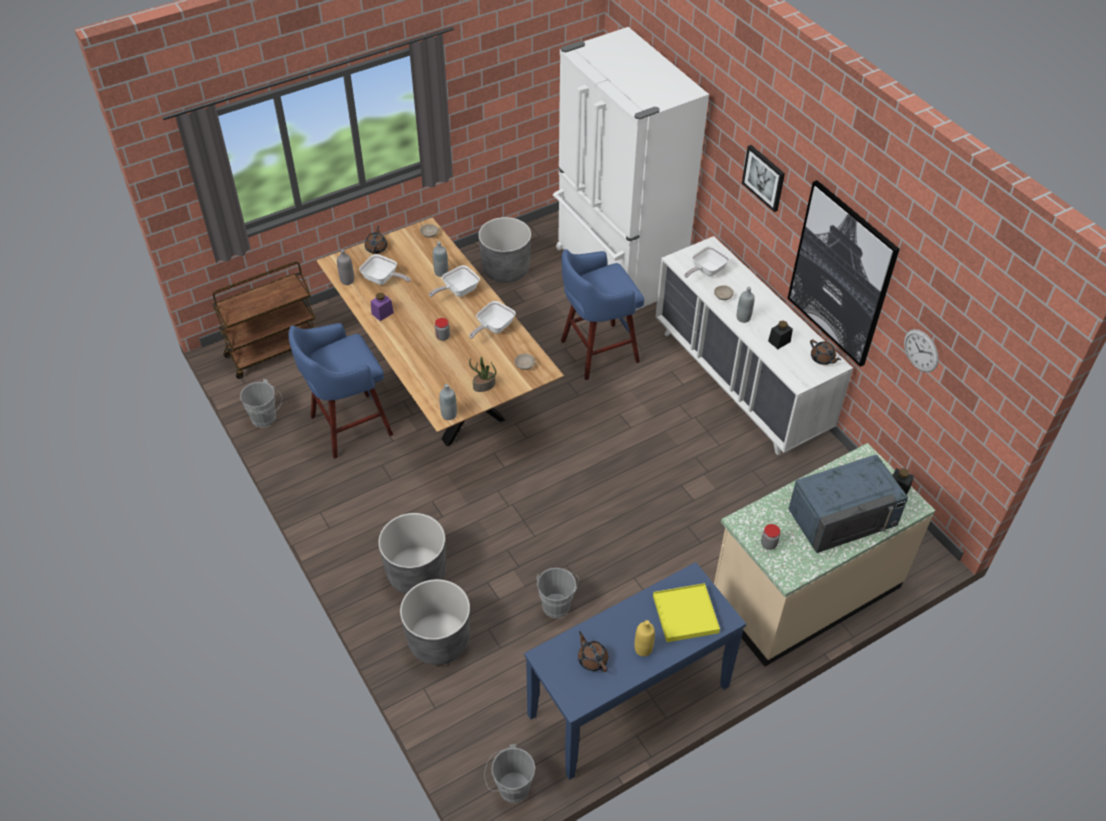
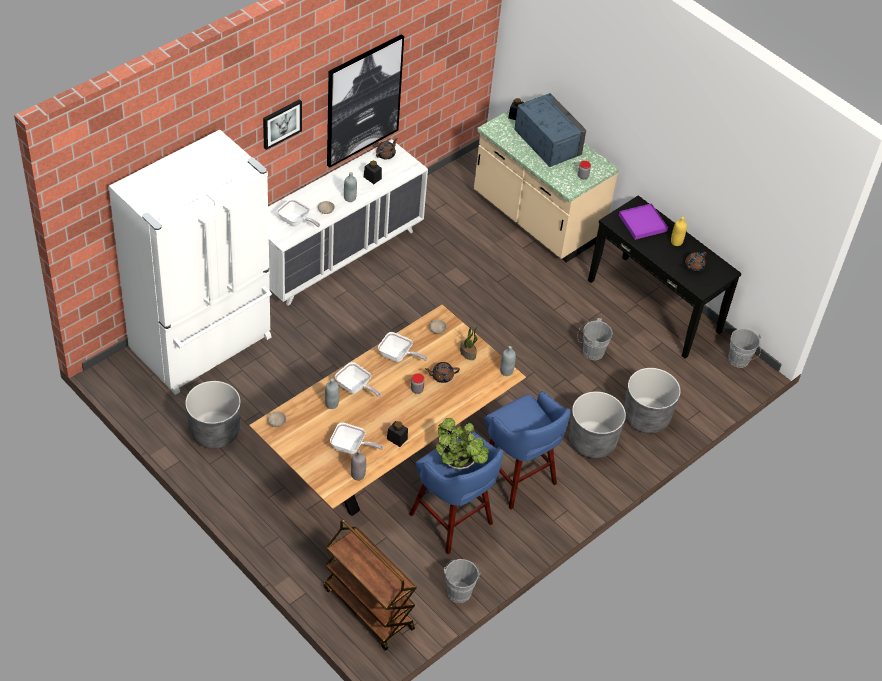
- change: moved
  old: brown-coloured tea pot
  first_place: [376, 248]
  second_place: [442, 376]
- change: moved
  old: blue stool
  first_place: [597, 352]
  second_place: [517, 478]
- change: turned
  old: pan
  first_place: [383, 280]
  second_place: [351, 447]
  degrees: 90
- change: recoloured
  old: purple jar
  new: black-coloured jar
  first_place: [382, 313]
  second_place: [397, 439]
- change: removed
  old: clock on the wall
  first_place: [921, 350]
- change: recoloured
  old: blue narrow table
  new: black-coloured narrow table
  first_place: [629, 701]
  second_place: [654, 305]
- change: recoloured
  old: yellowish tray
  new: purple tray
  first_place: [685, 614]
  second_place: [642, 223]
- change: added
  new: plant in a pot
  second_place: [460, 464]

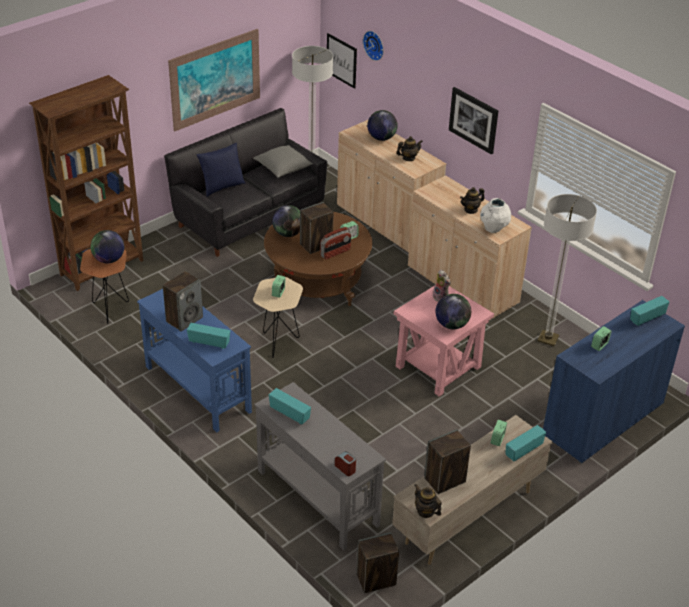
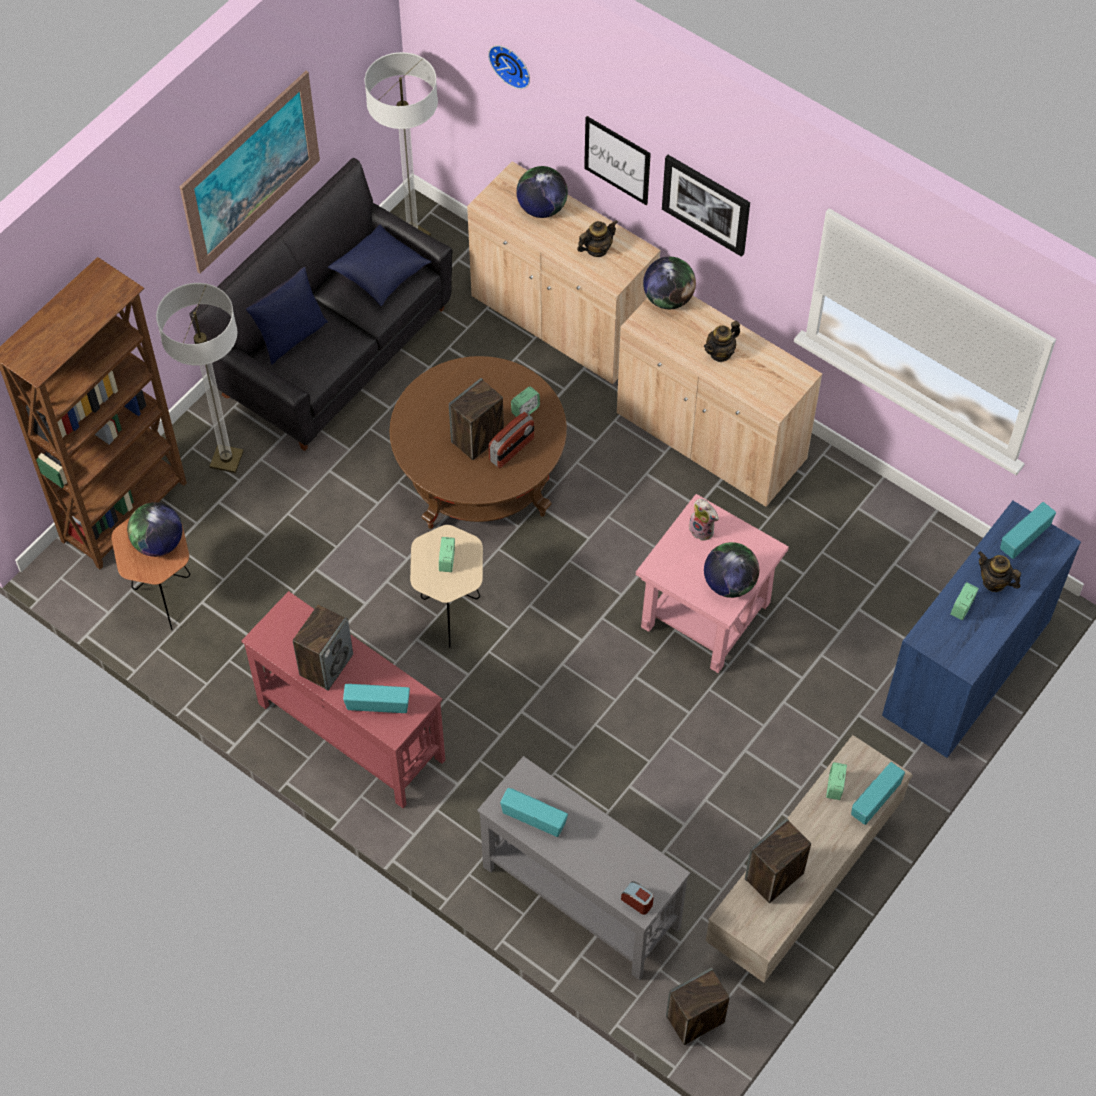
- change: moved
  old: wall picture
  first_place: [341, 60]
  second_place: [617, 160]
- change: recoloured
  old: greyish throw pillow
  new: blue throw pillow
  first_place: [283, 169]
  second_place: [381, 274]
- change: moved
  old: floor lamp
  first_place: [548, 339]
  second_place: [226, 459]
- change: removed
  old: white flower vase
  first_place: [493, 229]
- change: moved
  old: globe
  first_place: [288, 234]
  second_place: [668, 298]
- change: recoloured
  old: blue narrow table
  new: red-coloured narrow table
  first_place: [197, 388]
  second_place: [351, 730]
- change: moved
  old: tea pot
  first_place: [426, 511]
  second_place: [994, 582]

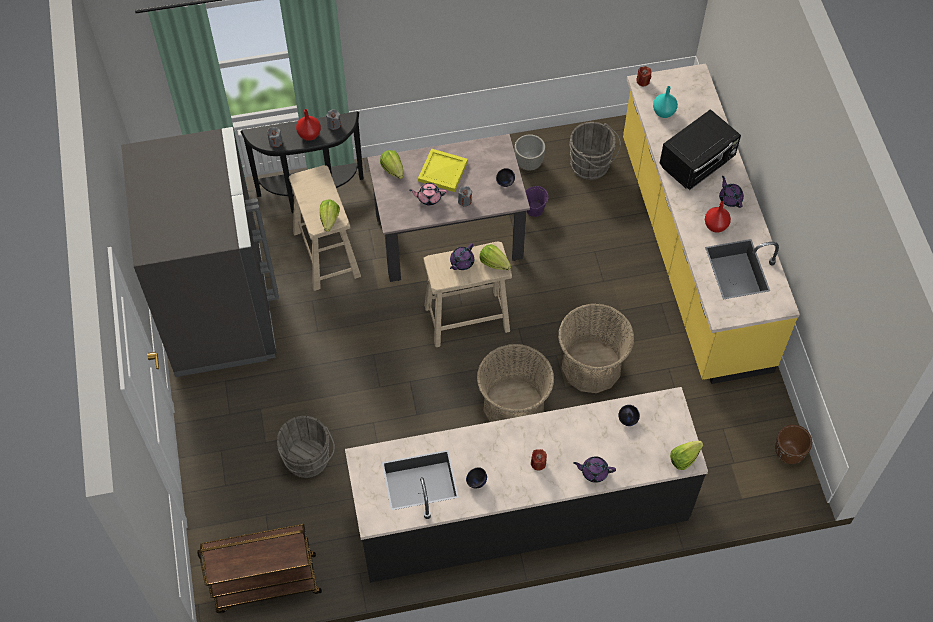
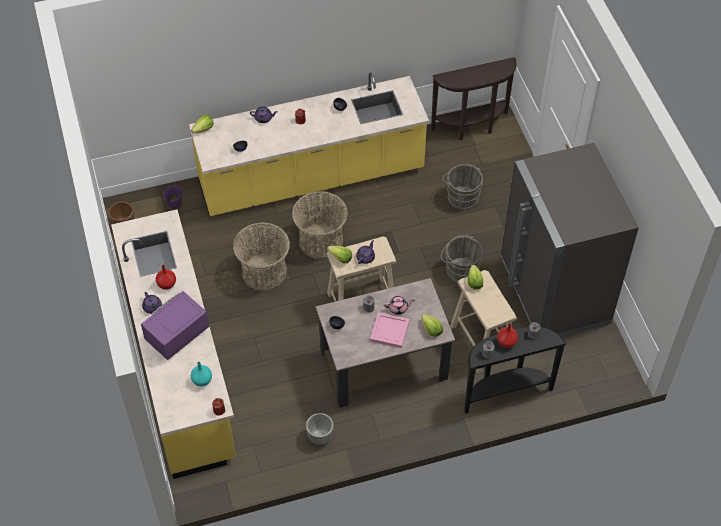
- change: recoloured
  old: black-coloured kitchen microwave
  new: purple kitchen microwave
  first_place: [697, 163]
  second_place: [176, 336]
- change: moved
  old: greyish pail
  first_place: [592, 166]
  second_place: [460, 269]
- change: recoloured
  old: yellowish tray
  new: pink tray
  first_place: [442, 171]
  second_place: [390, 331]
- change: moved
  old: purple pail
  first_place: [534, 209]
  second_place: [174, 203]
- change: recoloured
  old: black-coloured kitchen counter
  new: yellowish kitchen counter
  first_place: [521, 511]
  second_place: [311, 178]
- change: replaced
  old: brown-coloured cart
  new: brown-coloured narrow table
  first_place: [265, 584]
  second_place: [472, 128]

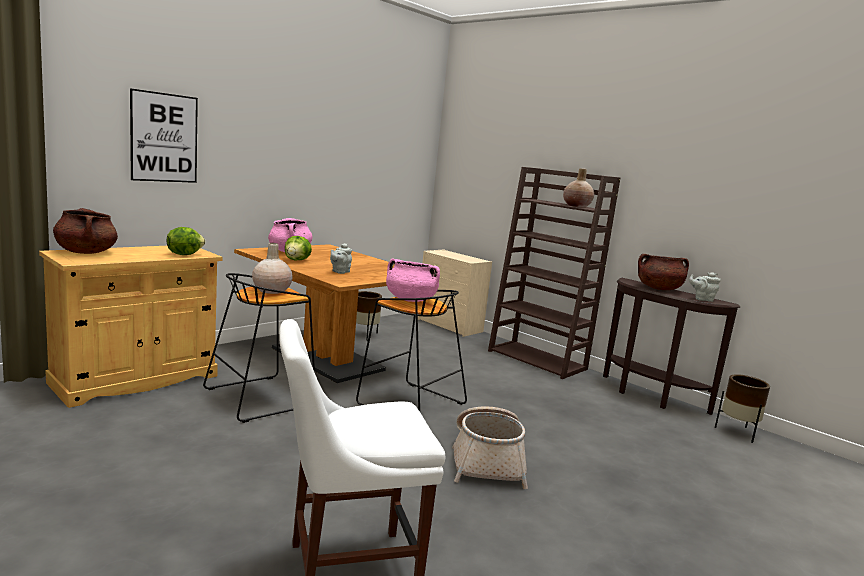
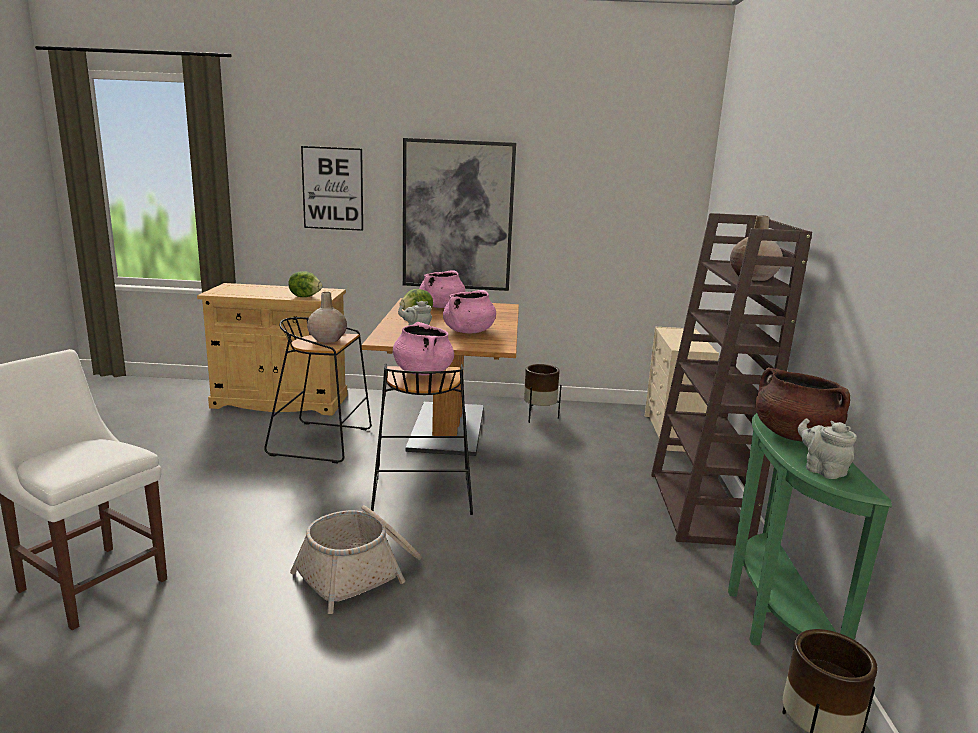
- change: removed
  old: brown-coloured stockpot
  first_place: [86, 252]
- change: recoloured
  old: brown-coloured narrow table
  new: green narrow table
  first_place: [649, 397]
  second_place: [769, 620]
- change: added
  new: wall picture
  second_place: [457, 216]
- change: added
  new: pink stockpot
  second_place: [468, 331]

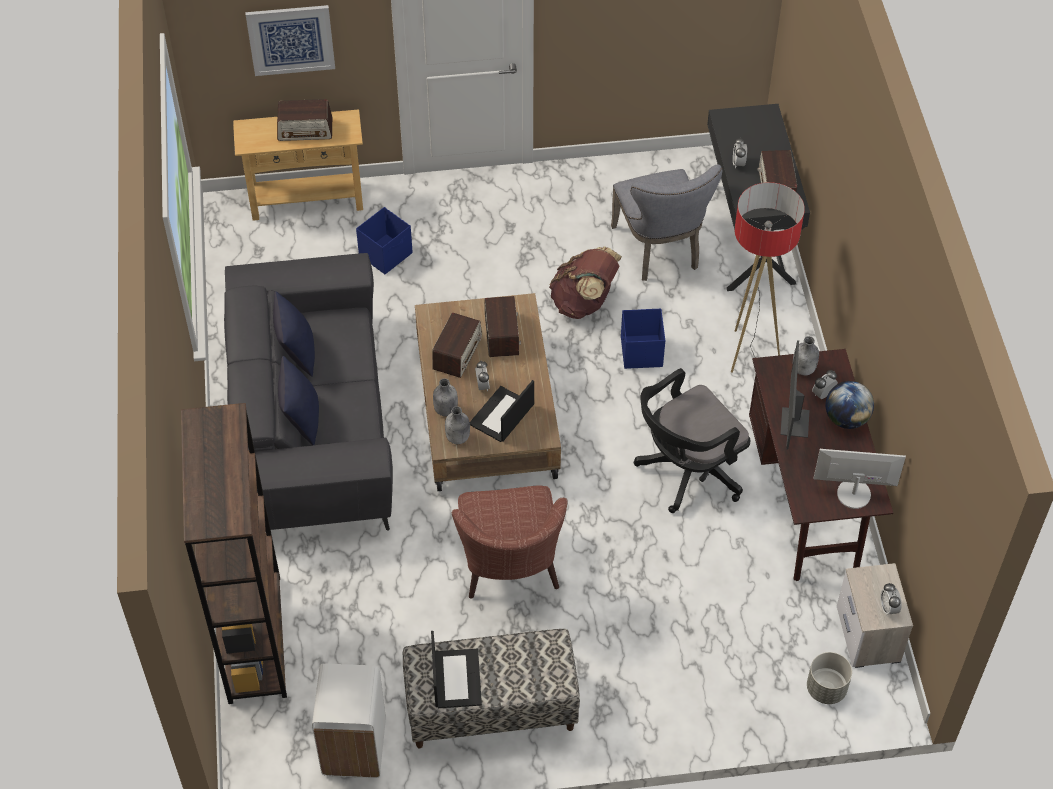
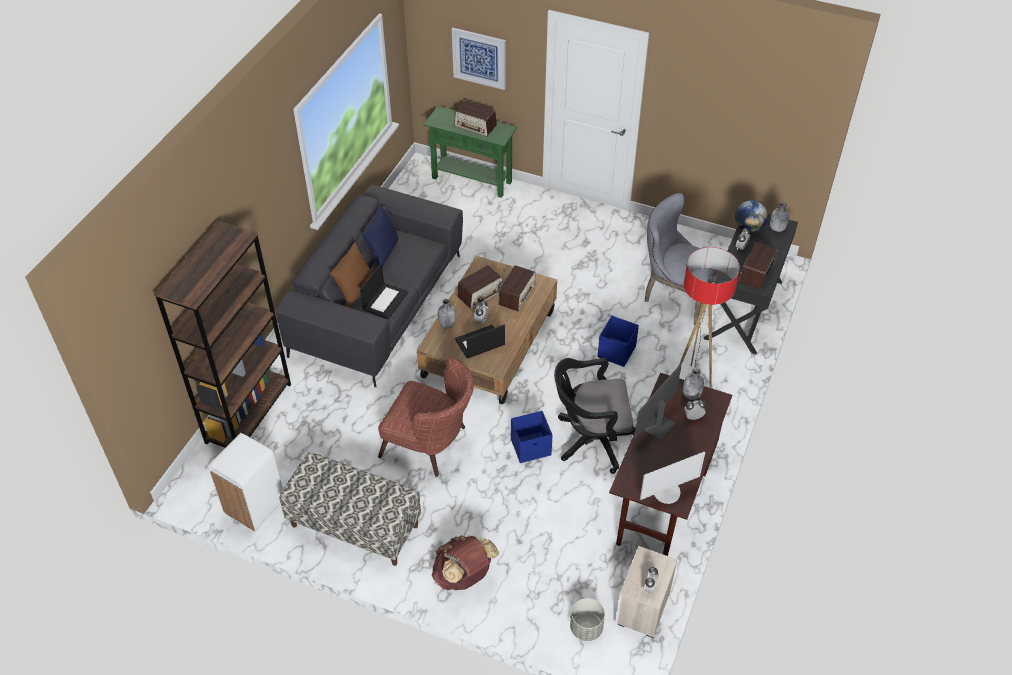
- change: recoloured
  old: beige-coloured narrow table
  new: green narrow table
  first_place: [307, 201]
  second_place: [472, 180]
- change: turned
  old: greyish upright chair
  first_place: [660, 251]
  second_place: [674, 296]
  degrees: 105
- change: moved
  old: blue storage container
  first_place: [386, 254]
  second_place: [531, 447]
- change: moved
  old: brown-coloured knapsack
  first_place: [584, 303]
  second_place: [464, 576]
- change: recoloured
  old: blue throw pillow
  new: brown-coloured throw pillow
  first_place: [301, 420]
  second_place: [354, 291]
- change: moved
  old: globe
  first_place: [846, 419]
  second_place: [748, 228]
- change: moved
  old: greyish drink bottle
  first_place: [458, 438]
  second_place: [777, 229]
- change: turned
  old: computer screen
  first_place: [853, 493]
  second_place: [667, 492]
  degrees: 120
- change: turned
  old: brown-coloured armchair
  first_place: [509, 569]
  second_place: [431, 445]
  degrees: -90
- change: moved
  old: laptop
  first_place: [456, 678]
  second_place: [385, 300]

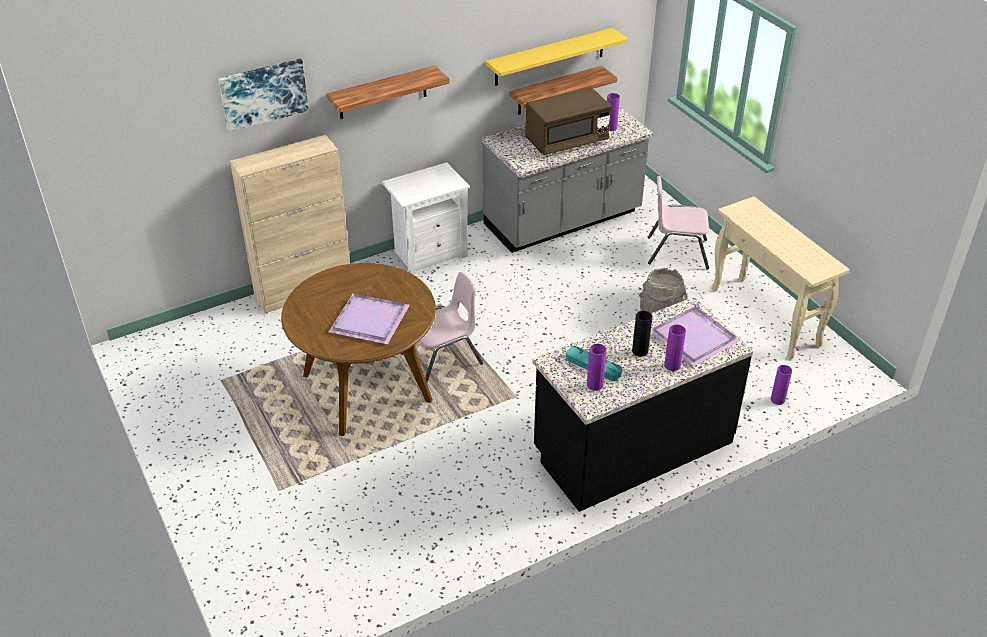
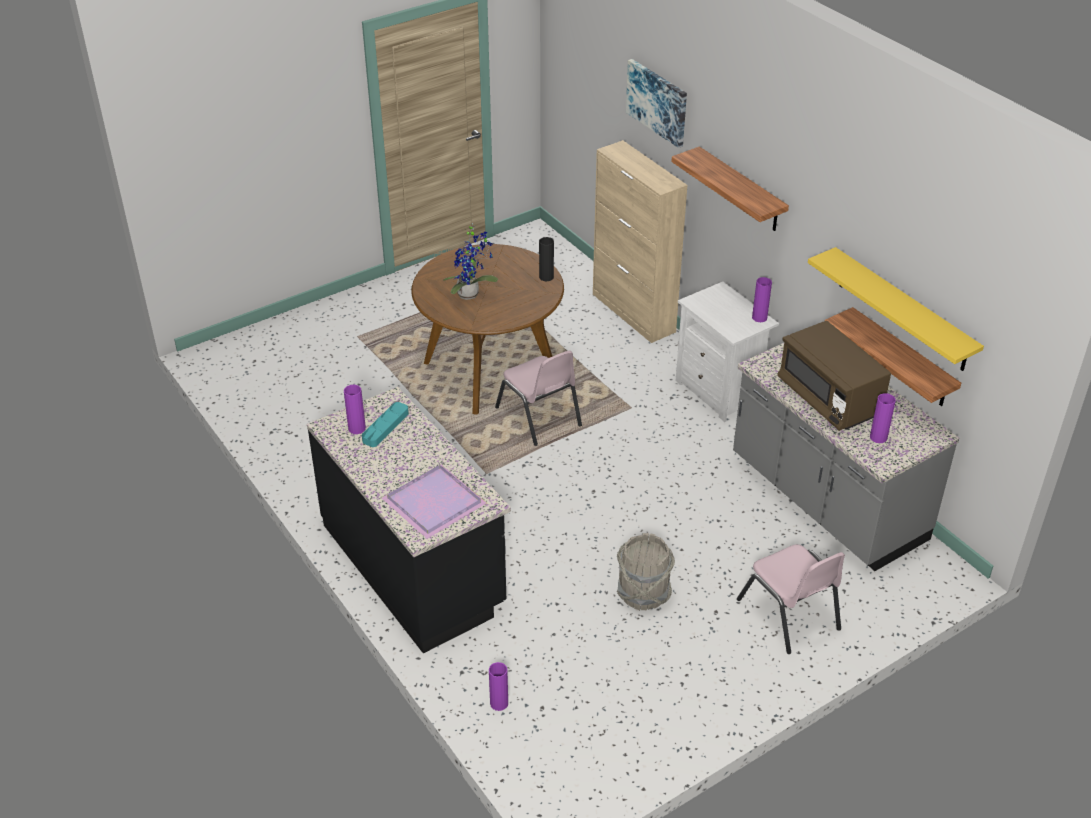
- change: turned
  old: pink upright chair
  first_place: [677, 252]
  second_place: [789, 614]
  degrees: 150
- change: removed
  old: beige-coloured narrow table
  first_place: [765, 317]
- change: replaced
  old: purple tray
  new: plant in a pot
  first_place: [371, 320]
  second_place: [471, 294]
- change: moved
  old: black-coloured flower vase
  first_place: [640, 351]
  second_place: [546, 277]
- change: moved
  old: purple flower vase
  first_place: [672, 365]
  second_place: [759, 318]

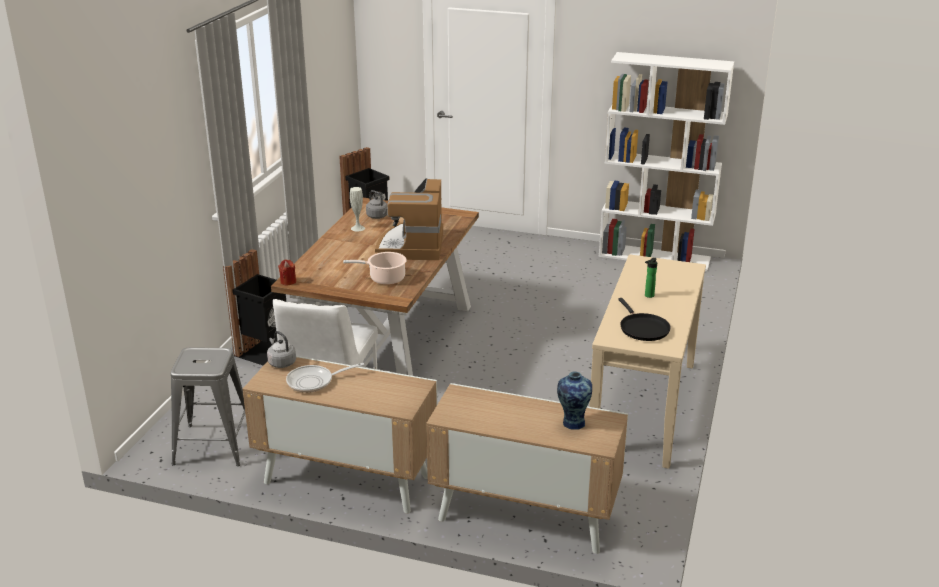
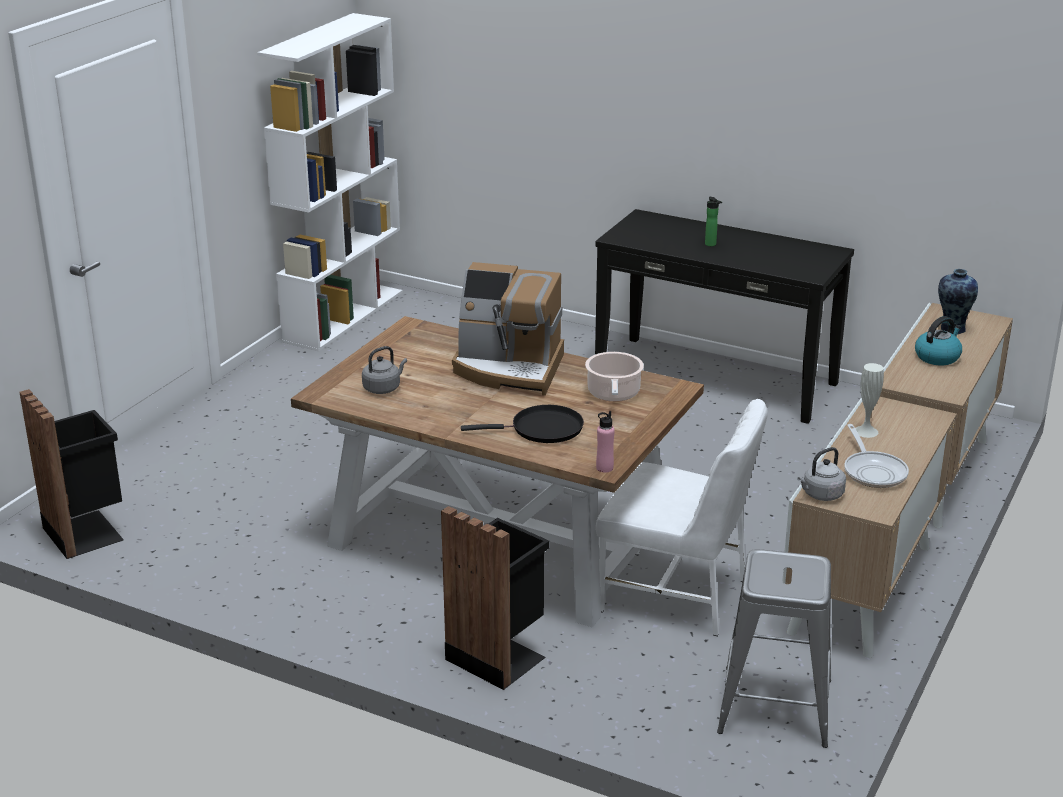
- change: moved
  old: white flower vase
  first_place: [358, 228]
  second_place: [866, 431]
- change: recoloured
  old: beige-coloured narrow table
  new: black-coloured narrow table
  first_place: [644, 406]
  second_place: [716, 378]
- change: replaced
  old: red-coloured wax light
  new: pink drink bottle
  first_place: [288, 281]
  second_place: [604, 468]
- change: moved
  old: black-coloured pan
  first_place: [642, 328]
  second_place: [542, 429]
- change: added
  new: kettle
  second_place: [937, 357]

